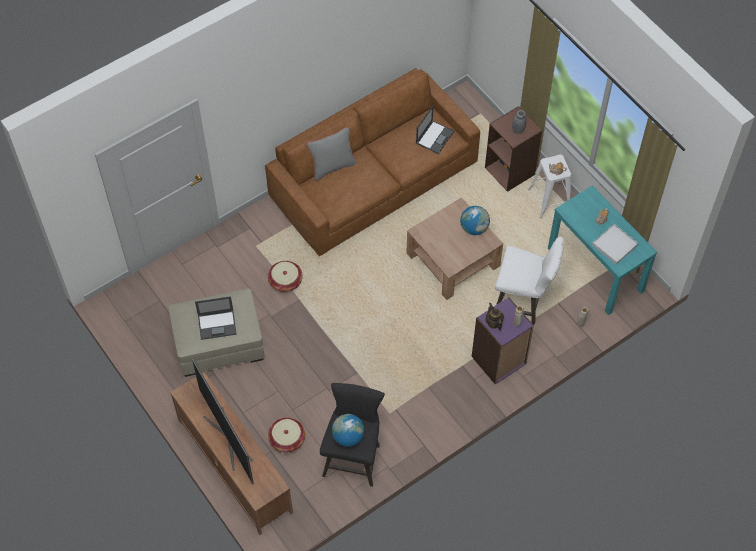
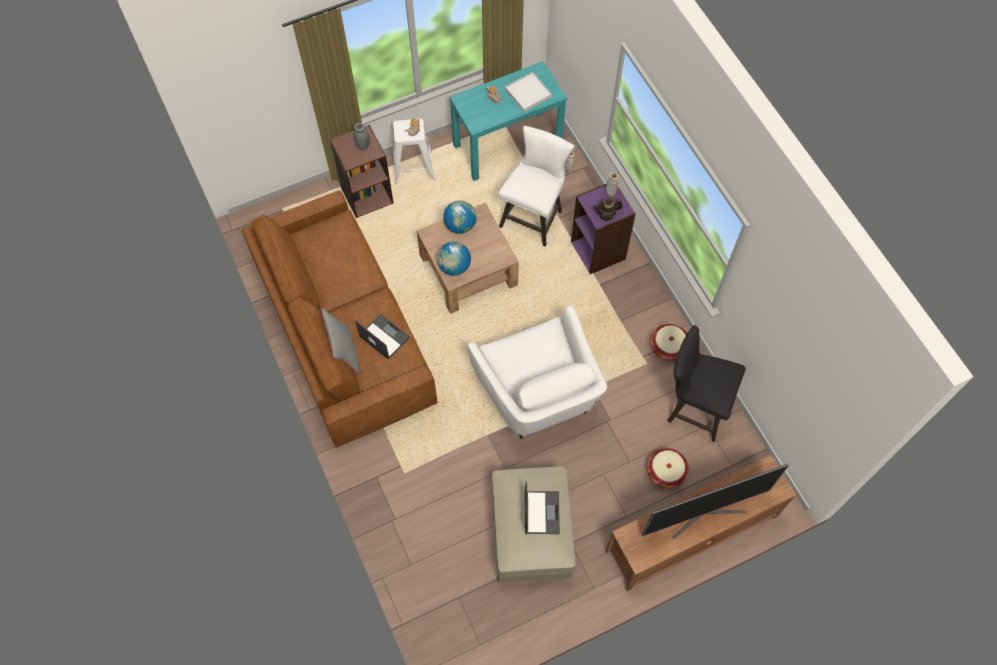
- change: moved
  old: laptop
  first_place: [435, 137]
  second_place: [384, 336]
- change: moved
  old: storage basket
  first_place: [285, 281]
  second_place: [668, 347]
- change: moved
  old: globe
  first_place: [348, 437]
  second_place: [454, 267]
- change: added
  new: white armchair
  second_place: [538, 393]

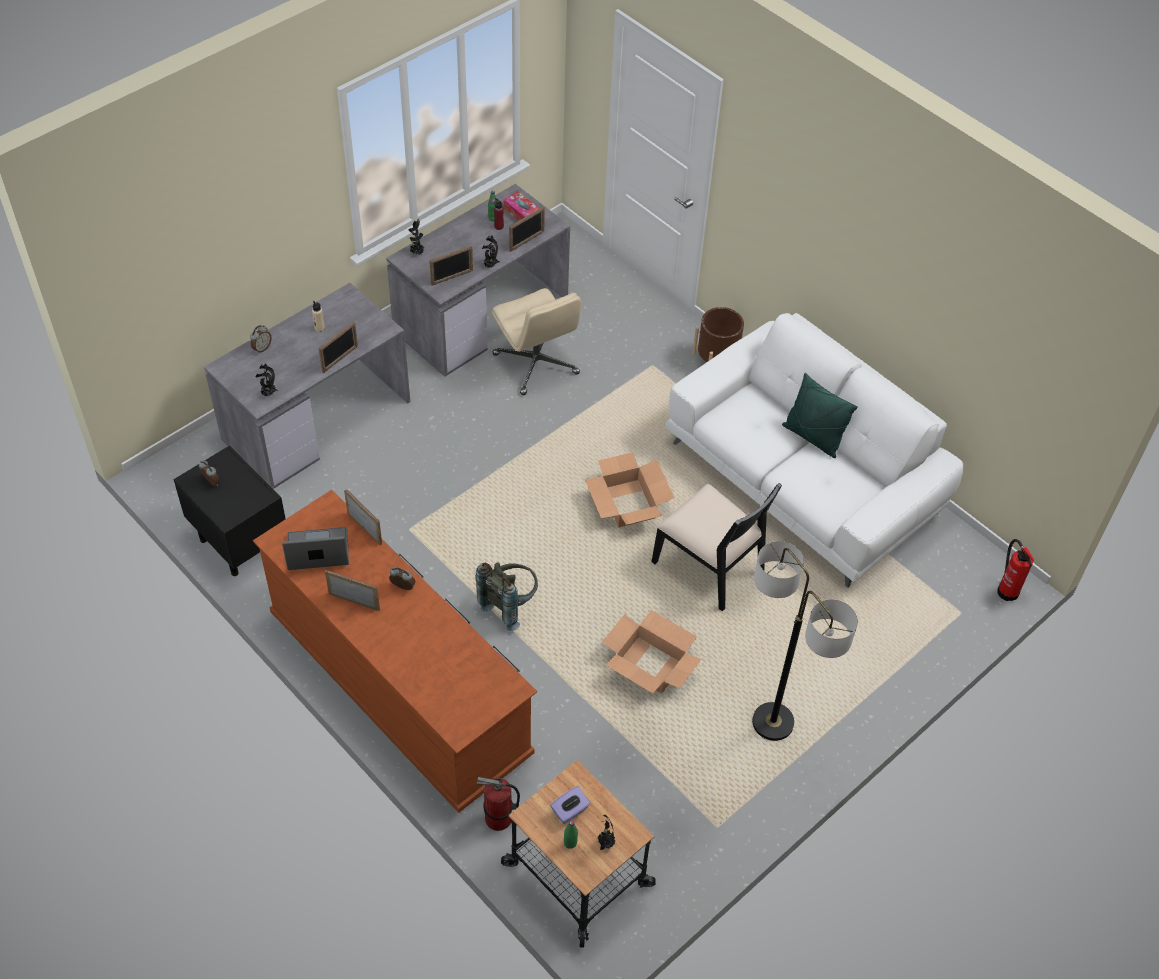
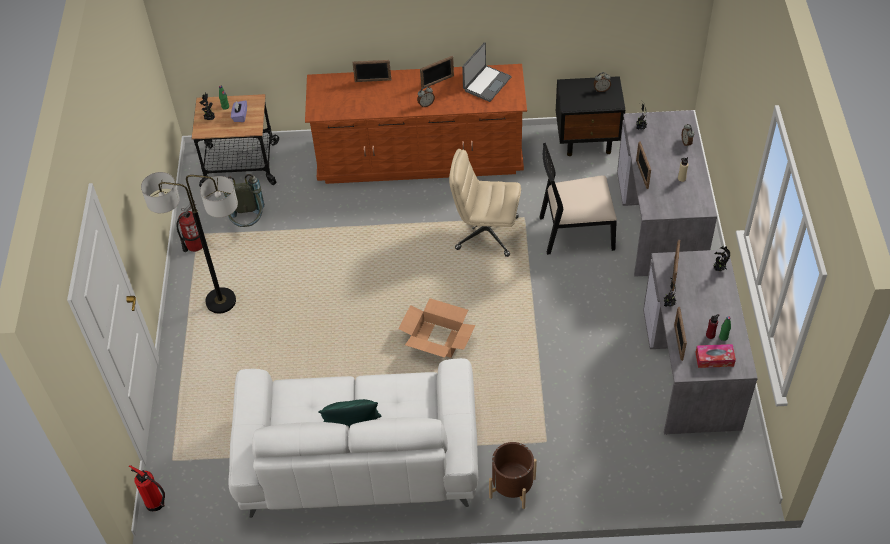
- change: moved
  old: beige-coloured computer chair
  first_place: [536, 364]
  second_place: [485, 233]
- change: moved
  old: black-coloured upright chair
  first_place: [709, 566]
  second_place: [575, 232]
- change: moved
  old: photo frame
  first_place: [365, 528]
  second_place: [373, 80]
- change: moved
  old: greyish knapsack
  first_place: [509, 604]
  second_place: [248, 223]
- change: removed
  old: packing box
  first_place: [649, 665]
- change: moved
  old: fire extinguisher
  first_place: [498, 819]
  second_place: [194, 245]

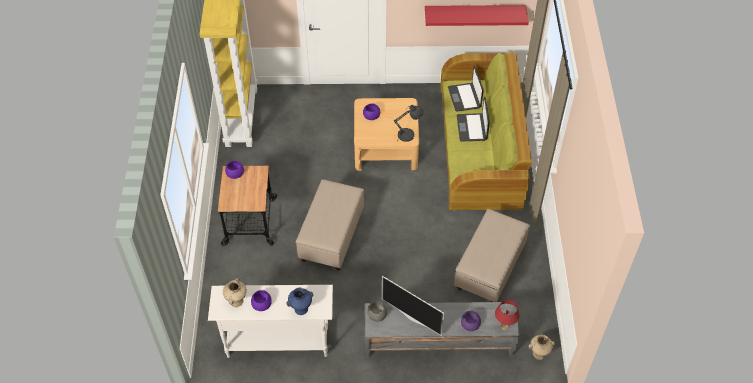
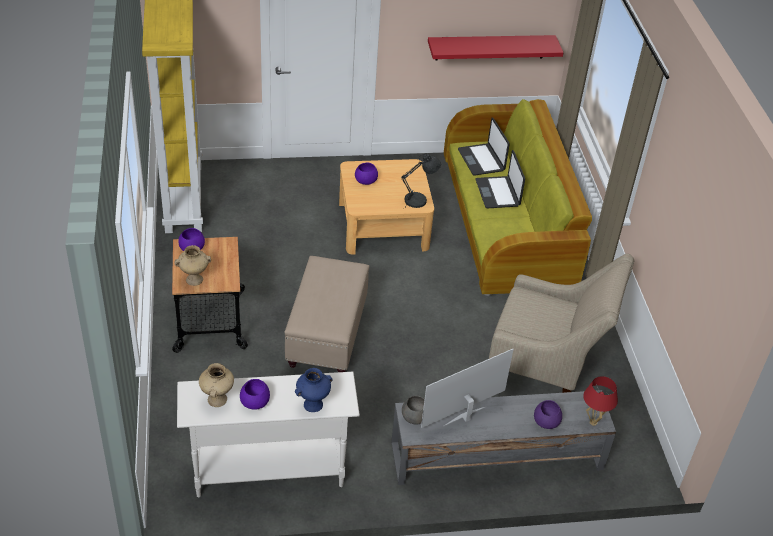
- change: replaced
  old: beige-coloured footrest
  new: beige-coloured armchair
  first_place: [489, 268]
  second_place: [548, 363]
- change: turned
  old: television
  first_place: [412, 317]
  second_place: [465, 417]
  degrees: 120
- change: moved
  old: beige-coloured flower vase
  first_place: [539, 353]
  second_place: [194, 279]

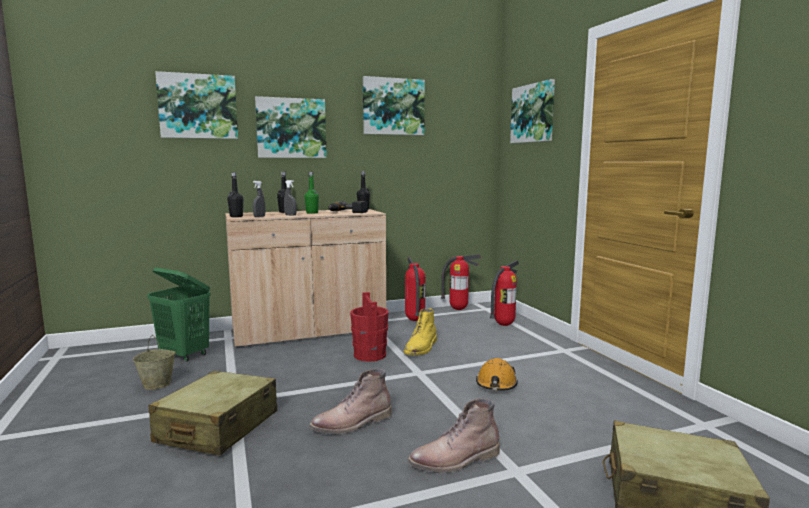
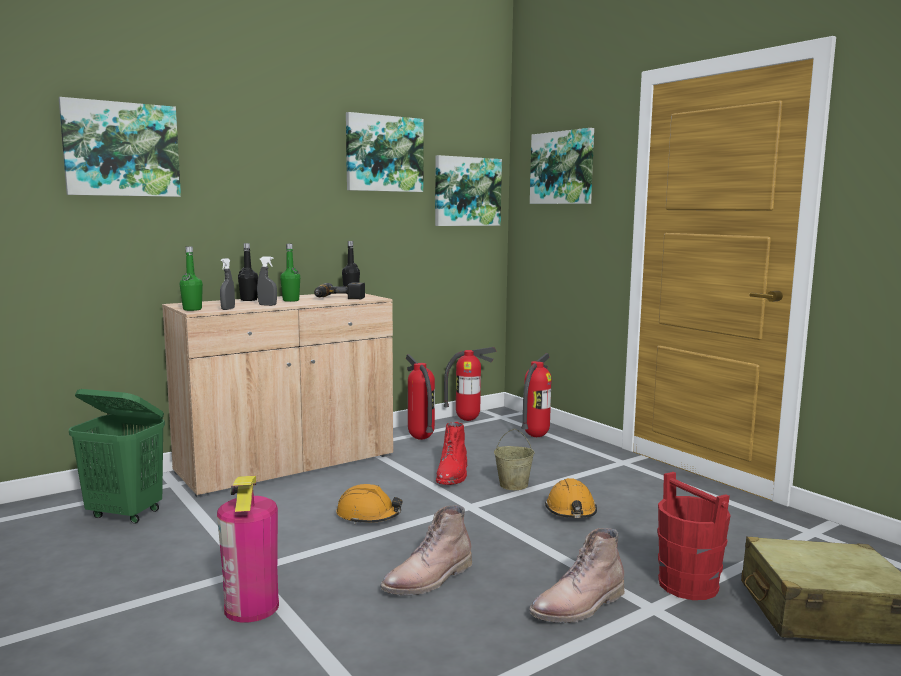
- change: moved
  old: wall picture
  first_place: [291, 128]
  second_place: [467, 191]
- change: recoloured
  old: black-coloured drink bottle
  new: green drink bottle
  first_place: [236, 216]
  second_place: [192, 309]
- change: moved
  old: red-coloured pail
  first_place: [370, 355]
  second_place: [688, 585]
- change: recoloured
  old: yellowish boot
  new: red-coloured boot
  first_place: [421, 348]
  second_place: [453, 474]
- change: moved
  old: beige-coloured pail
  first_place: [157, 384]
  second_place: [514, 485]
- change: replaced
  old: beige-coloured piece of luggage
  new: fire extinguisher
  first_place: [217, 428]
  second_place: [252, 607]
- change: added
  new: orangey work helmet
  second_place: [368, 516]

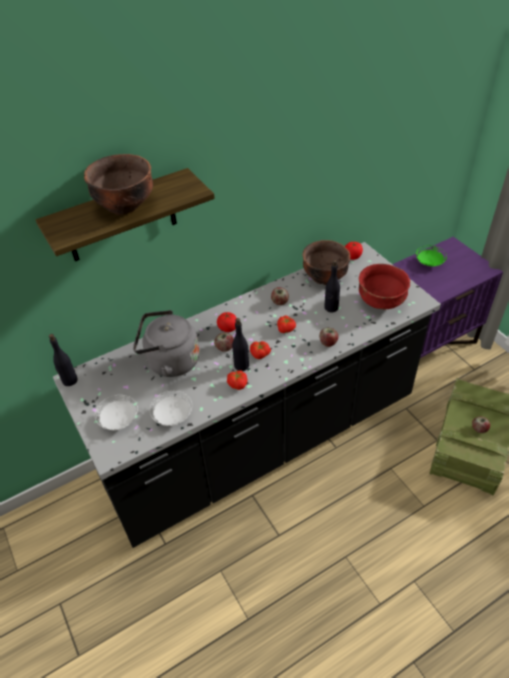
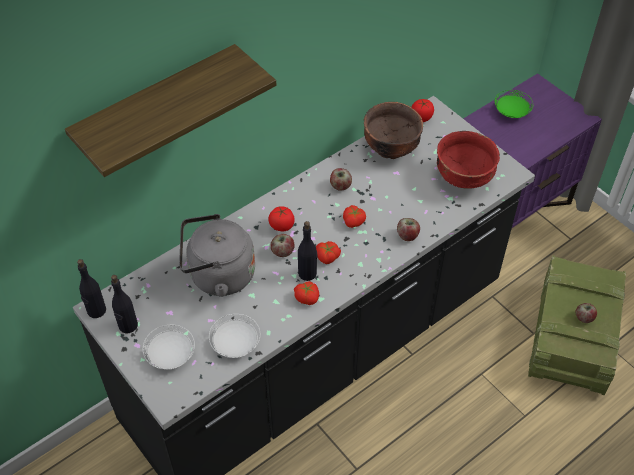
- change: removed
  old: brown-coloured serving bowl
  first_place: [124, 205]
- change: moved
  old: black-coloured drink bottle
  first_place: [331, 308]
  second_place: [128, 325]

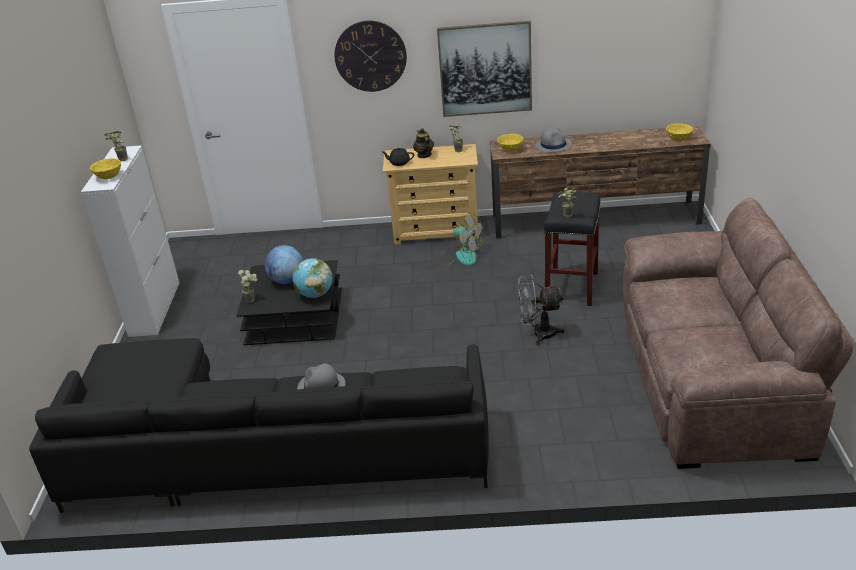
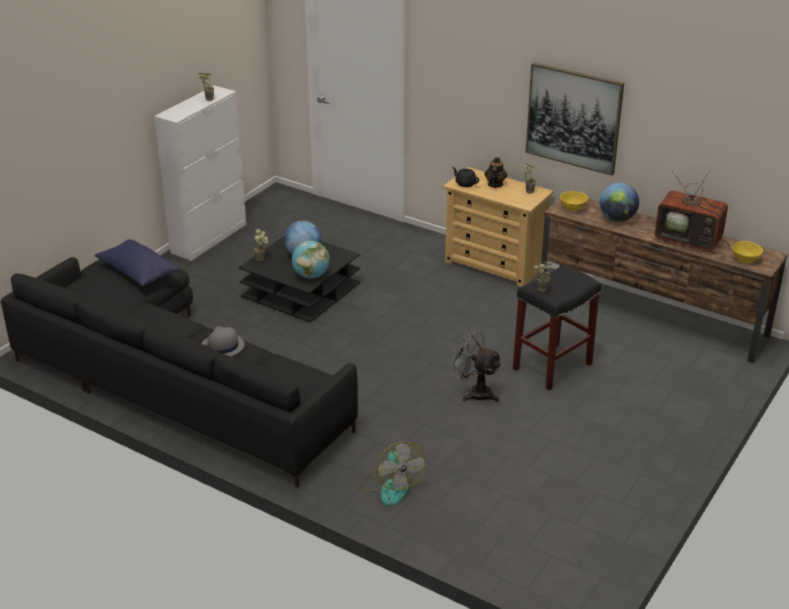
- change: removed
  old: clock on the wall
  first_place: [370, 56]
- change: replaced
  old: greyish wearable hat
  new: globe
  first_place: [553, 145]
  second_place: [617, 219]
- change: removed
  old: yellowish serving bowl
  first_place: [109, 176]
- change: removed
  old: brown-coloured settee
  first_place: [714, 380]
- change: moved
  old: electric fan
  first_place: [461, 256]
  second_place: [390, 487]
- change: added
  new: television
  second_place: [690, 240]
- change: added
  new: blue throw pillow
  second_place: [137, 273]

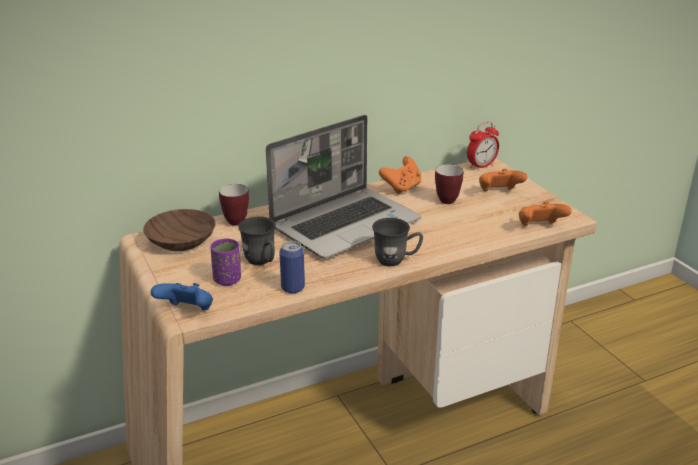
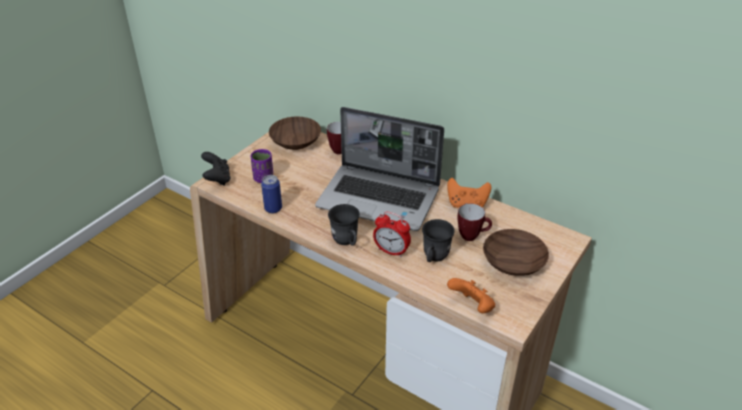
- change: moved
  old: alarm clock
  first_place: [481, 166]
  second_place: [391, 251]
- change: replaced
  old: orangey joypad
  new: brown-coloured serving bowl
  first_place: [499, 193]
  second_place: [515, 262]
- change: moved
  old: greyish tea mug
  first_place: [262, 262]
  second_place: [434, 258]
- change: recoloured
  old: blue joypad
  new: black-coloured joypad
  first_place: [187, 312]
  second_place: [217, 179]

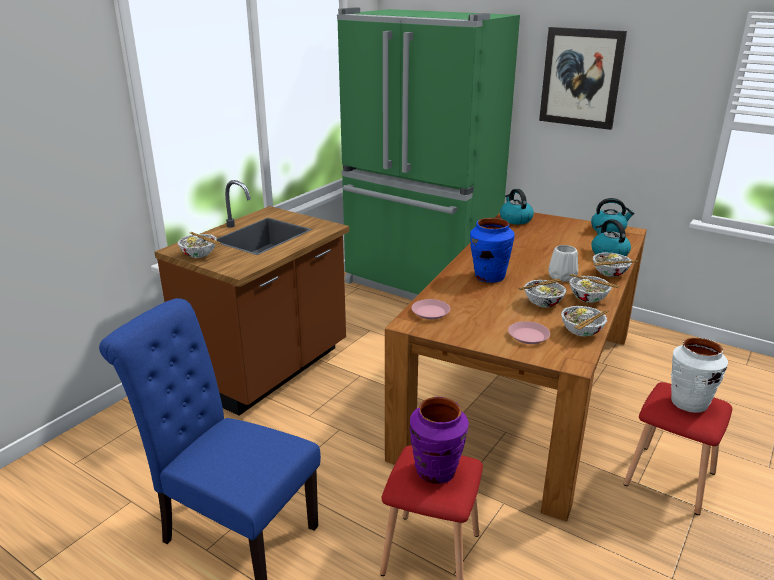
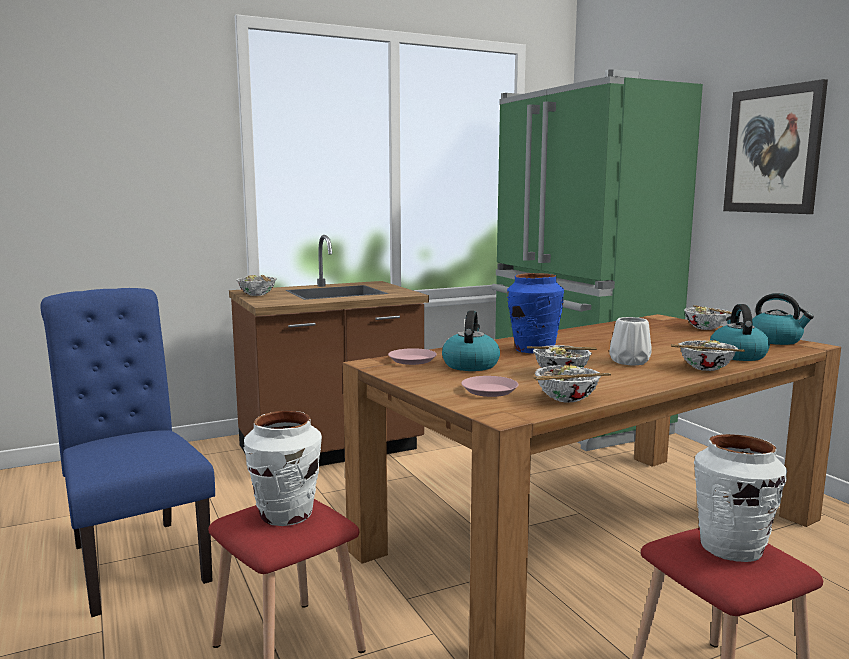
- change: moved
  old: kettle
  first_place: [515, 219]
  second_place: [470, 365]
- change: moved
  old: serving bowl
  first_place: [588, 299]
  second_place: [705, 328]
- change: recoloured
  old: purple flower vase
  new: white flower vase
  first_place: [436, 471]
  second_place: [286, 515]

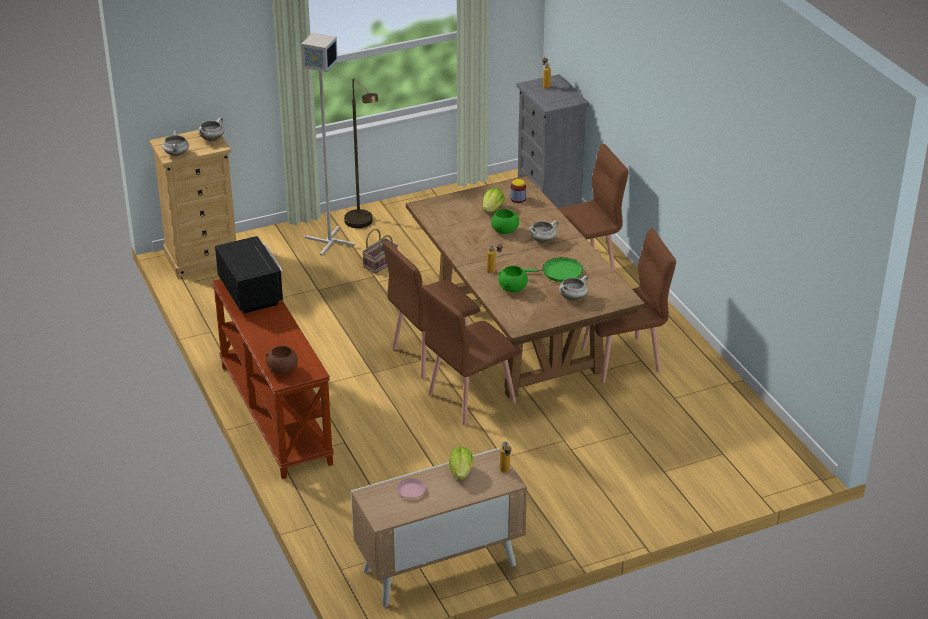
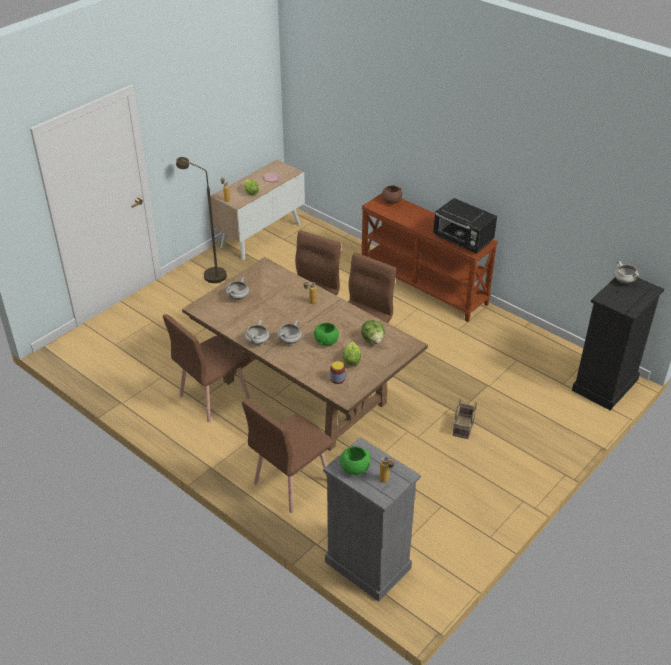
- change: removed
  old: greyish floor lamp
  first_place: [329, 241]
- change: moved
  old: brown-coloured floor lamp
  first_place: [363, 224]
  second_place: [209, 274]
- change: moved
  old: white stockpot
  first_place: [212, 139]
  second_place: [257, 342]
- change: recoloured
  old: beige-coloured dresser
  new: black-coloured dresser
  first_place: [202, 257]
  second_place: [605, 385]
- change: removed
  old: green pan
  first_place: [559, 273]
- change: moved
  old: green serving bowl
  first_place: [513, 288]
  second_place: [354, 468]
- change: added
  new: lettuce head
  second_place: [373, 340]

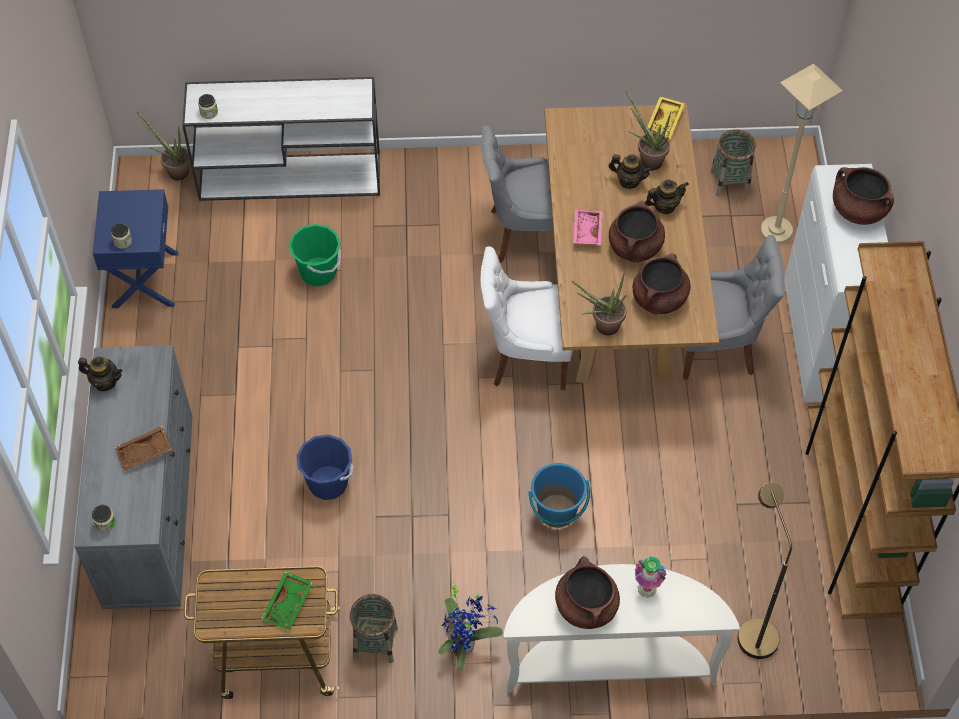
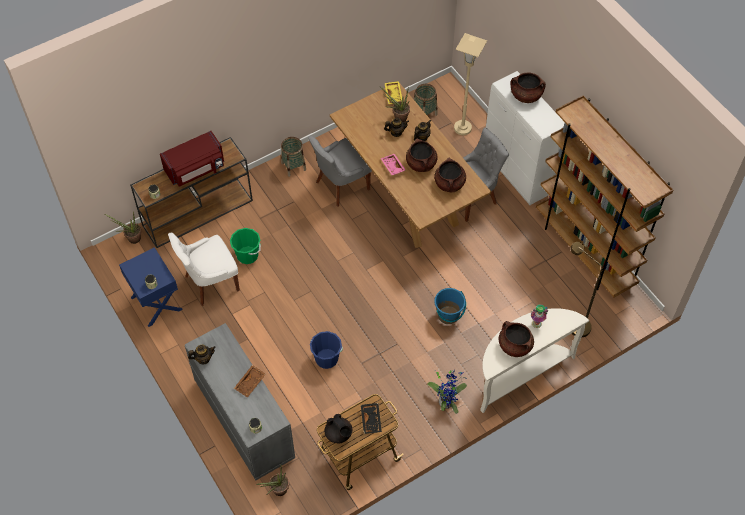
- change: recoloured
  old: white narrow table
  new: brown-coloured narrow table
  first_place: [292, 176]
  second_place: [198, 212]
- change: moved
  old: white upright chair
  first_place: [526, 357]
  second_place: [210, 283]
- change: moved
  old: plant in a pot
  first_place: [602, 326]
  second_place: [277, 491]
- change: recoloured
  old: green tray
  new: black-coloured tray
  first_place: [289, 604]
  second_place: [371, 420]
- change: moved
  old: storage basket
  first_place: [375, 642]
  second_place: [293, 166]
- change: added
  new: red-coloured kitchen microwave
  second_place: [196, 169]
- change: added
  new: black-coloured tea pot
  second_place: [339, 434]

